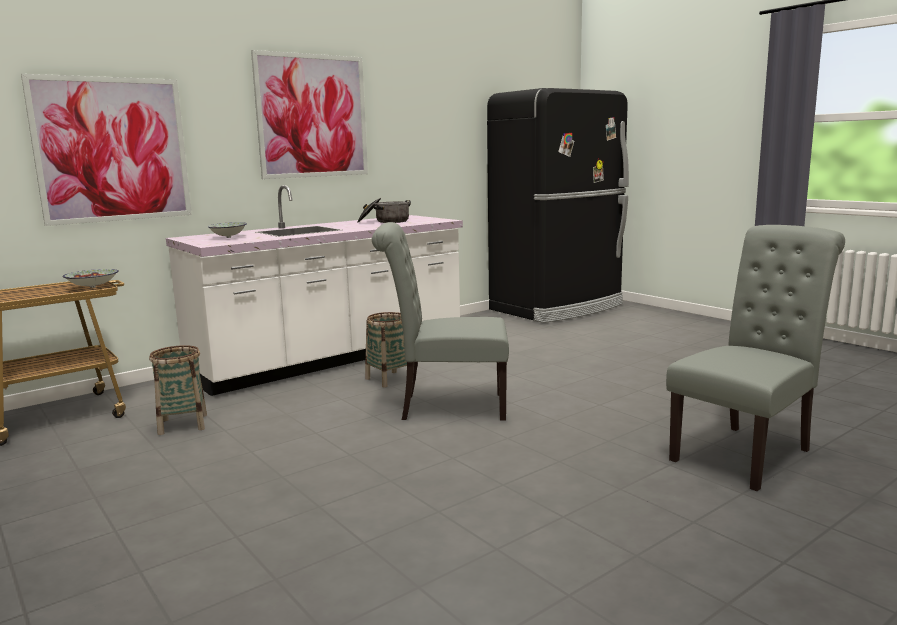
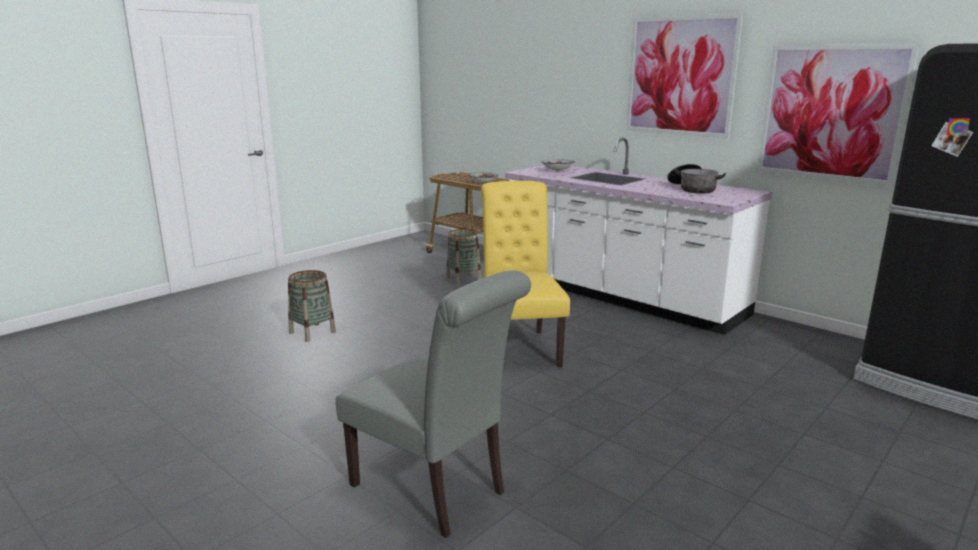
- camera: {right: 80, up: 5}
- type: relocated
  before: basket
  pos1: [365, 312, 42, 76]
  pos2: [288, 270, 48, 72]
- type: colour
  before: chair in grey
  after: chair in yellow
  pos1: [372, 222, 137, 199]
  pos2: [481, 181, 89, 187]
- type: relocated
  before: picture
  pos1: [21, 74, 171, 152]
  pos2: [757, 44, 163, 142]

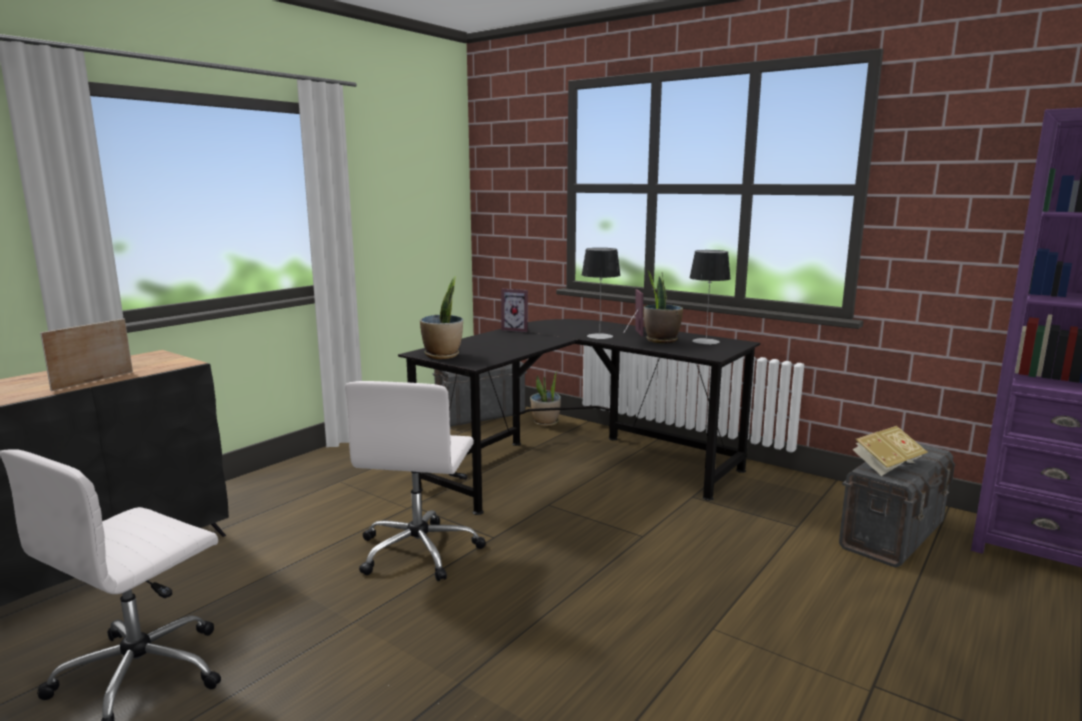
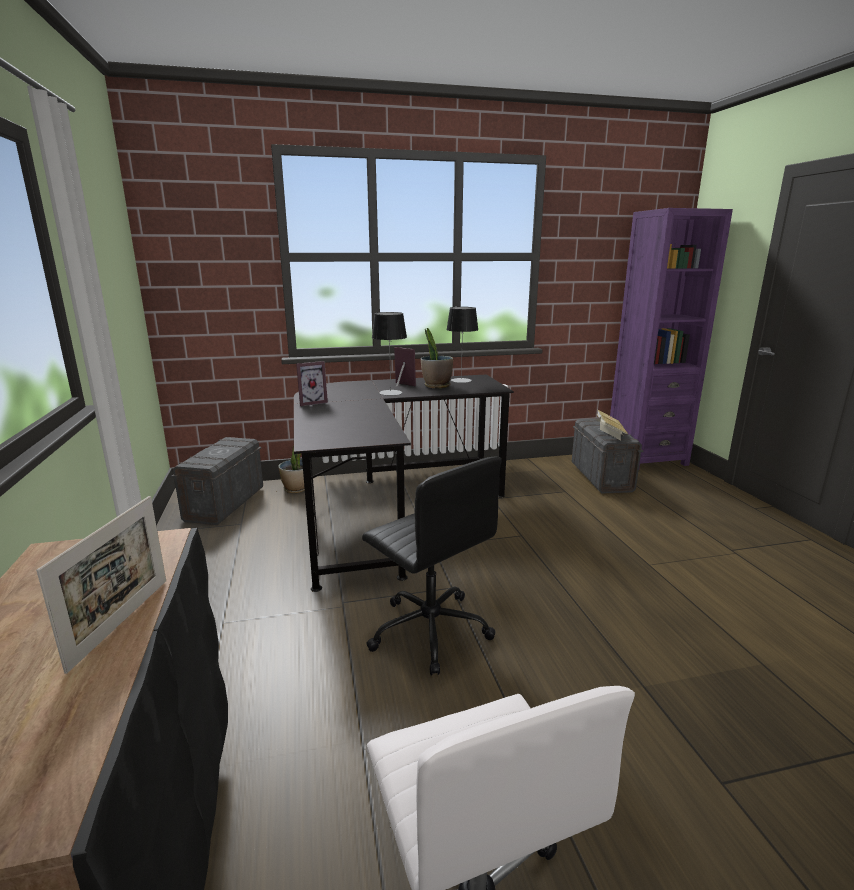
- camera: {right: -50, up: 5}
- type: spun
  before: picture frame
  pos1: [40, 318, 93, 73]
  pos2: [36, 496, 130, 178]
  turn: -150
- type: colour
  before: office chair in white
  after: office chair in black
  pos1: [345, 381, 141, 200]
  pos2: [362, 456, 140, 220]
- type: missing
  before: potted plant
  pos1: [420, 276, 43, 83]

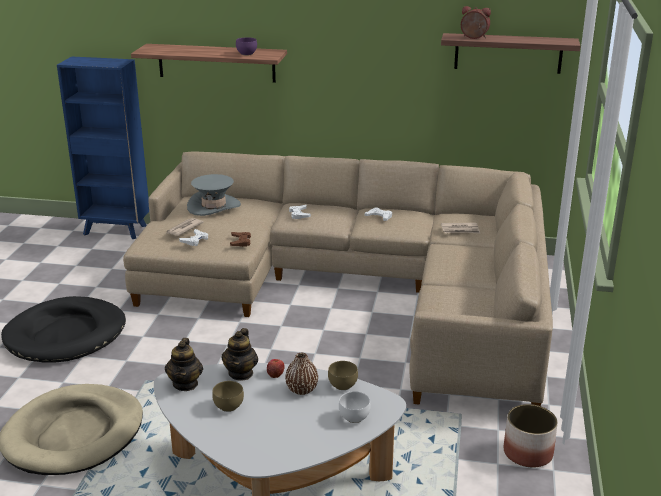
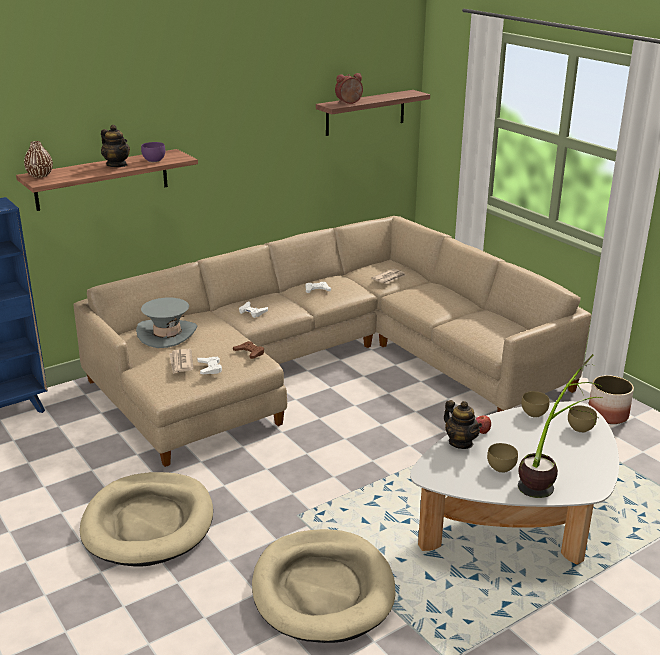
- camera: {right: -45, up: 0}
- type: relocated
  before: vase in brown
  pos1: [285, 353, 33, 42]
  pos2: [24, 141, 29, 37]
- type: colour
  before: dog bed in black
  after: dog bed in beige
  pos1: [1, 296, 125, 67]
  pos2: [80, 472, 133, 94]
- type: relocated
  before: teapot
  pos1: [165, 338, 38, 53]
  pos2: [101, 125, 29, 42]
- type: appeared
  after: potted plant
  pos2: [518, 354, 84, 144]
- type: colour
  before: bowl in white
  after: bowl in brown
  pos1: [339, 391, 32, 32]
  pos2: [568, 405, 29, 28]

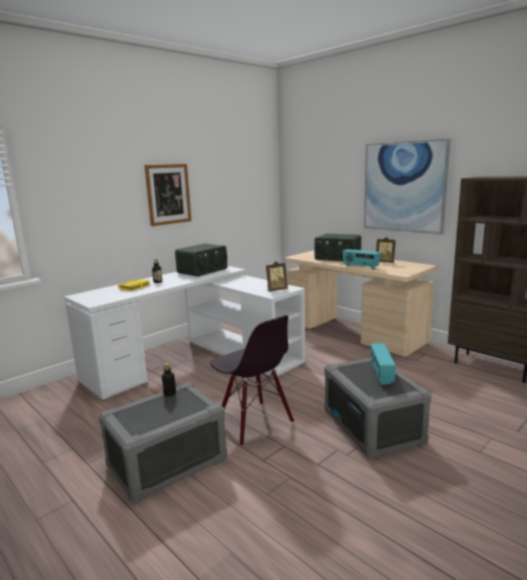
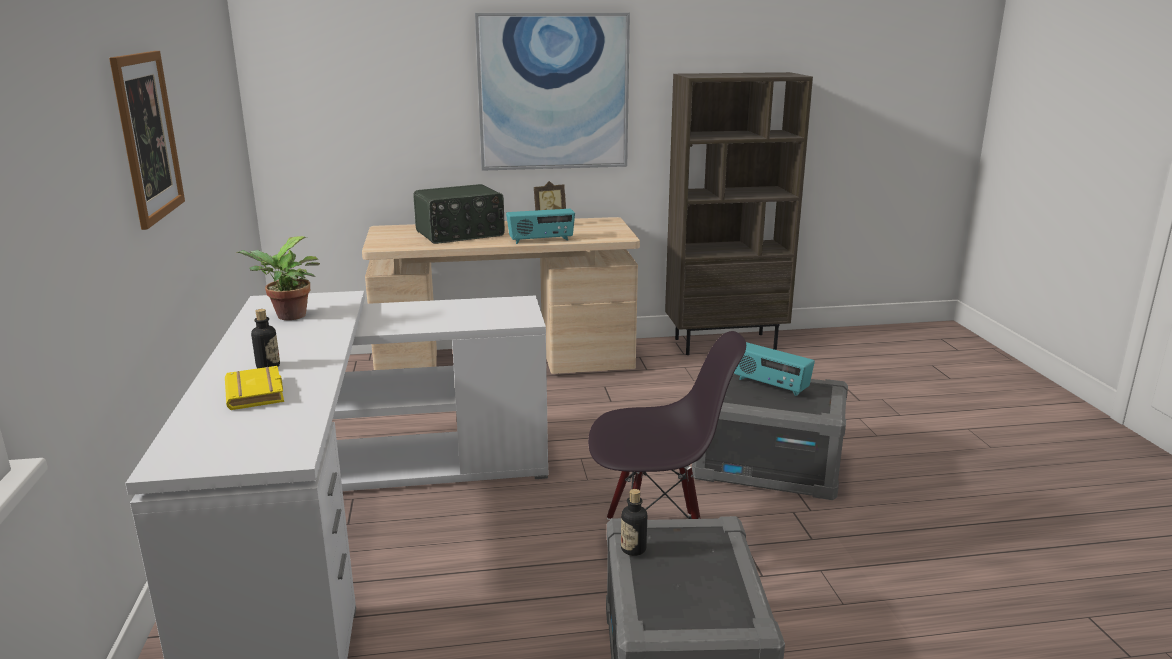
- camera: {right: -55, up: 5}
- type: exchanged
  before: radio
  after: potted plant
  pos1: [175, 243, 52, 34]
  pos2: [236, 236, 84, 84]
- type: missing
  before: picture frame
  pos1: [266, 261, 22, 31]

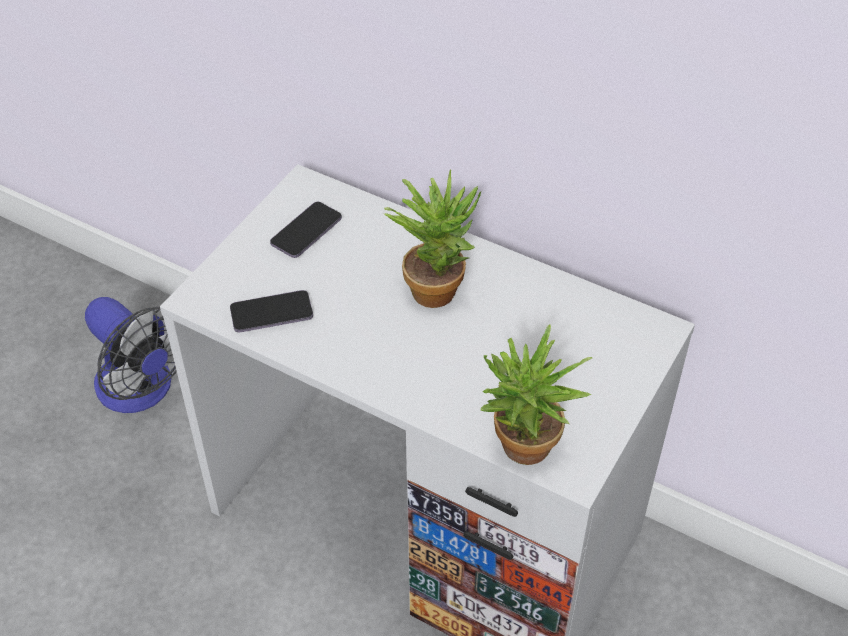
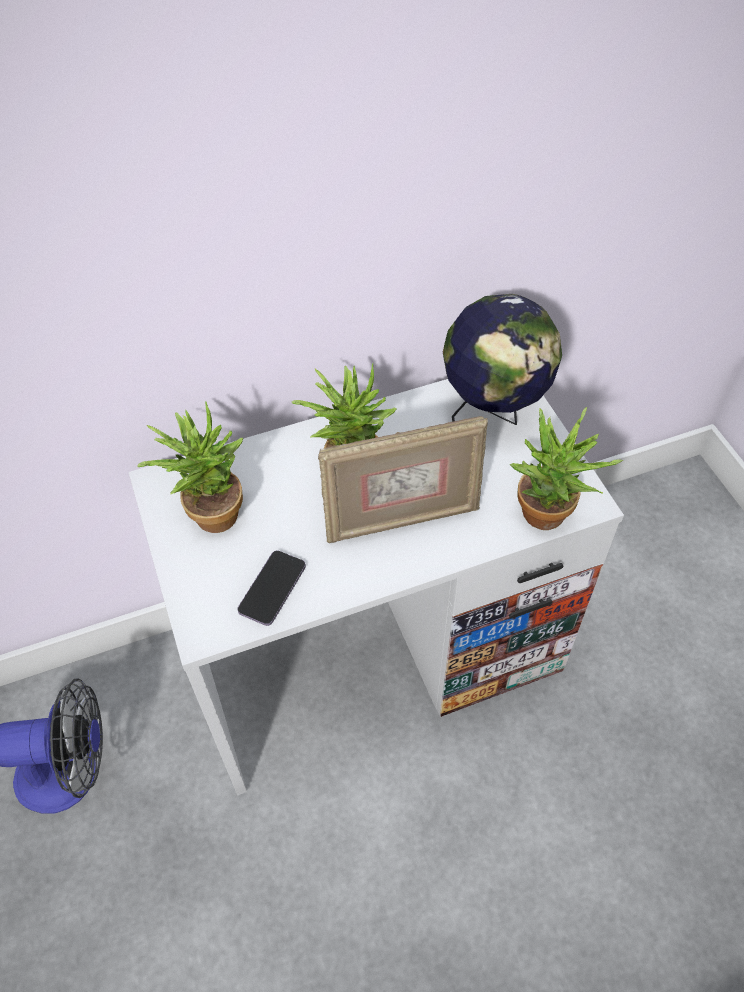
- camera: {right: -50, up: 5}
- type: exchanged
  before: phone
  after: potted plant
  pos1: [270, 202, 72, 56]
  pos2: [137, 401, 106, 132]
- type: appeared
  after: picture frame
  pos2: [318, 416, 170, 127]
- type: appeared
  after: globe
  pos2: [443, 294, 119, 131]

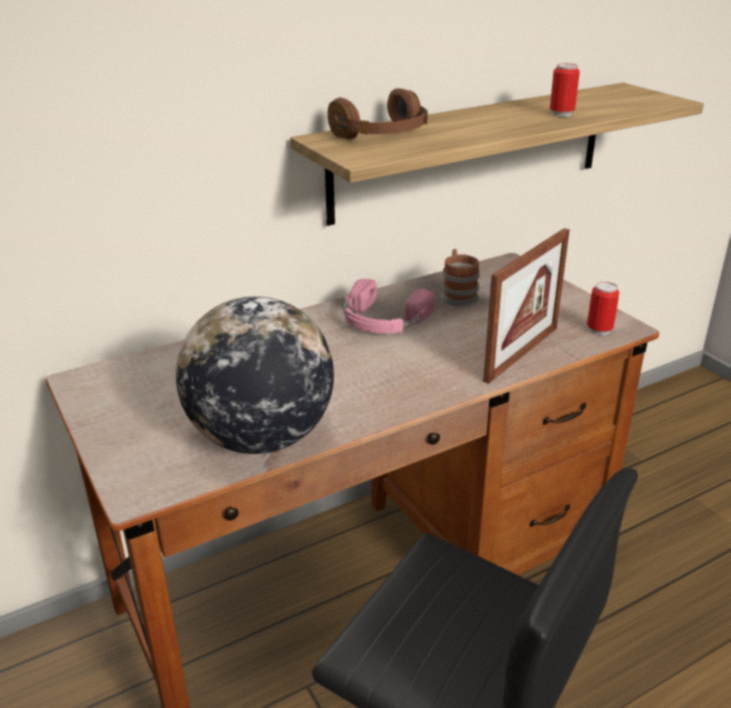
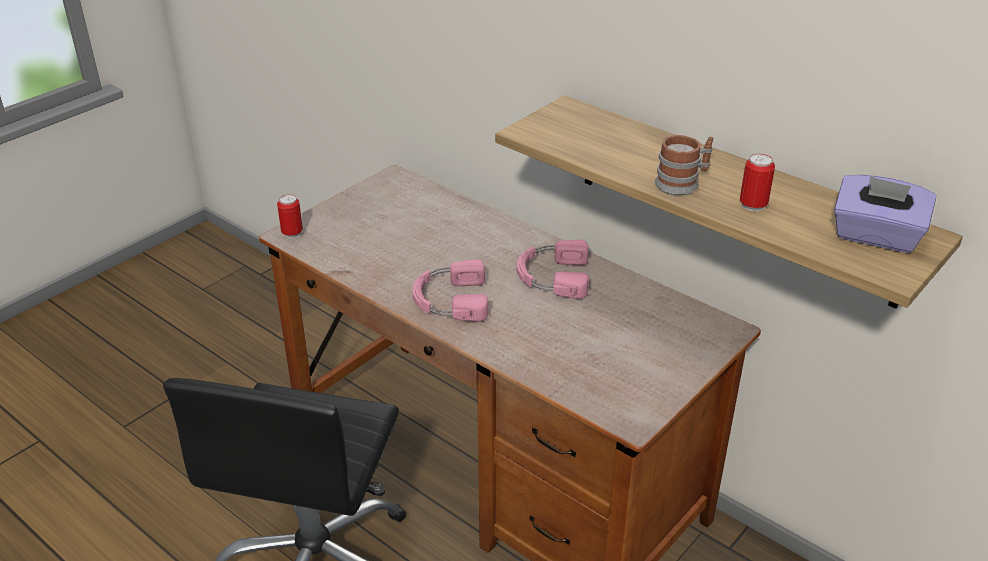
- camera: {right: 70, up: 5}
- type: relocated
  before: can
  pos1: [587, 282, 32, 53]
  pos2: [277, 194, 26, 44]
- type: appeared
  after: headphones in pink
  pos2: [412, 259, 76, 63]
- type: relocated
  before: mug
  pos1: [440, 249, 40, 58]
  pos2: [655, 135, 59, 60]
- type: appeared
  after: tissue box in purple
  pos2: [834, 174, 103, 79]
- type: missing
  before: globe
  pos1: [176, 296, 158, 158]
- type: missing
  before: headphones in brown
  pos1: [328, 88, 100, 51]
- type: missing
  before: picture frame
  pos1: [483, 228, 87, 156]

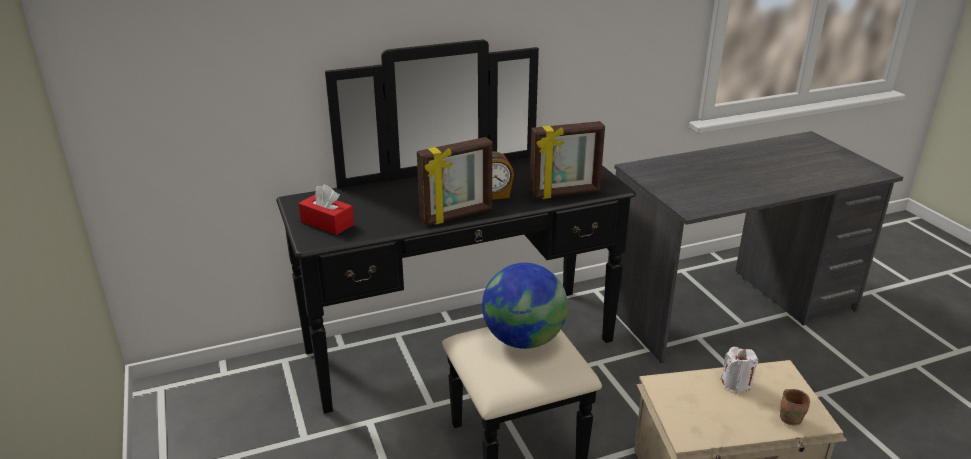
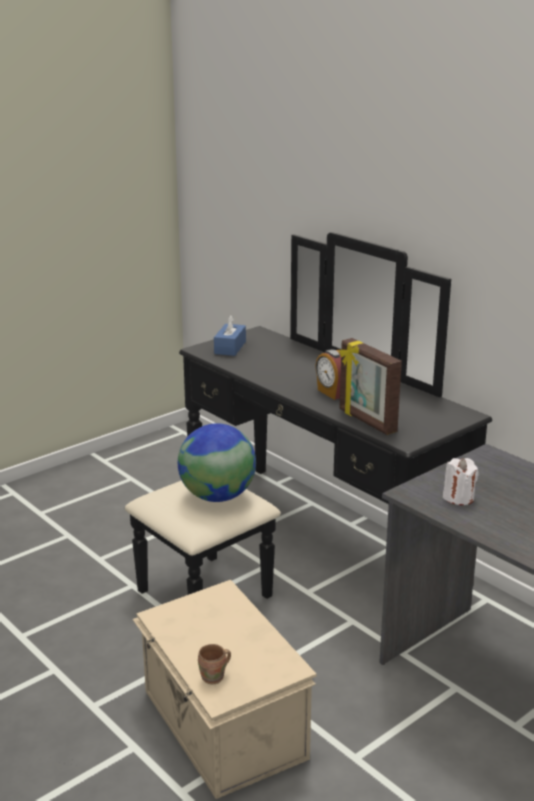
- camera: {right: 70, up: -5}
- type: colour
  before: tissue box in red
  after: tissue box in blue
  pos1: [298, 184, 56, 51]
  pos2: [214, 315, 32, 41]
- type: relocated
  before: candle in white
  pos1: [721, 347, 37, 46]
  pos2: [443, 458, 36, 47]
- type: missing
  before: picture frame
  pos1: [417, 137, 75, 89]

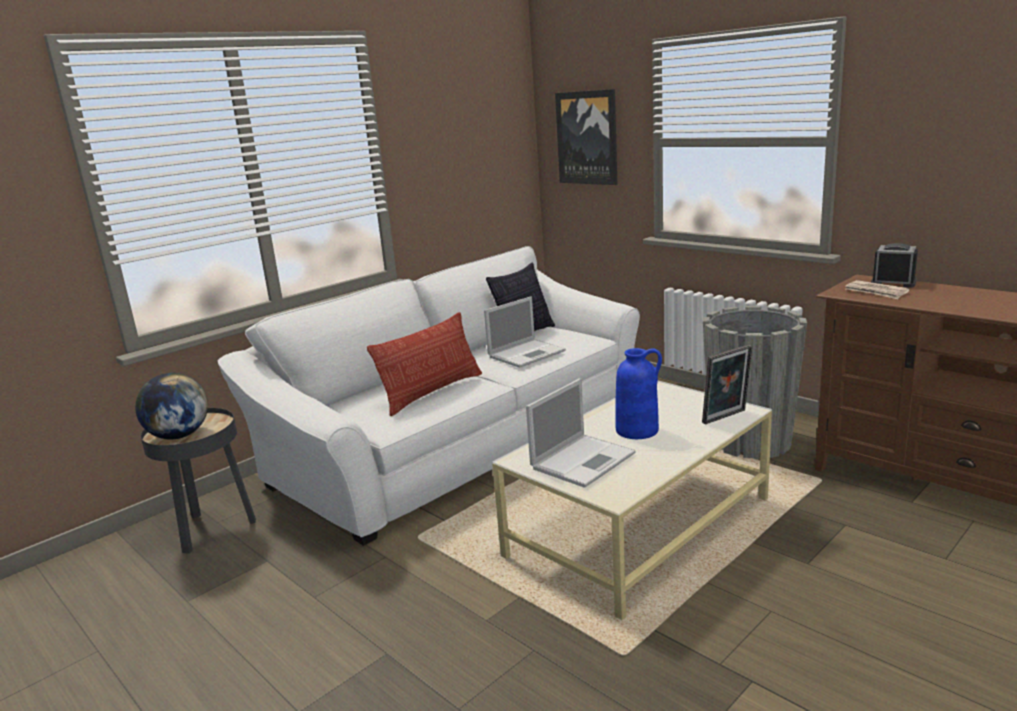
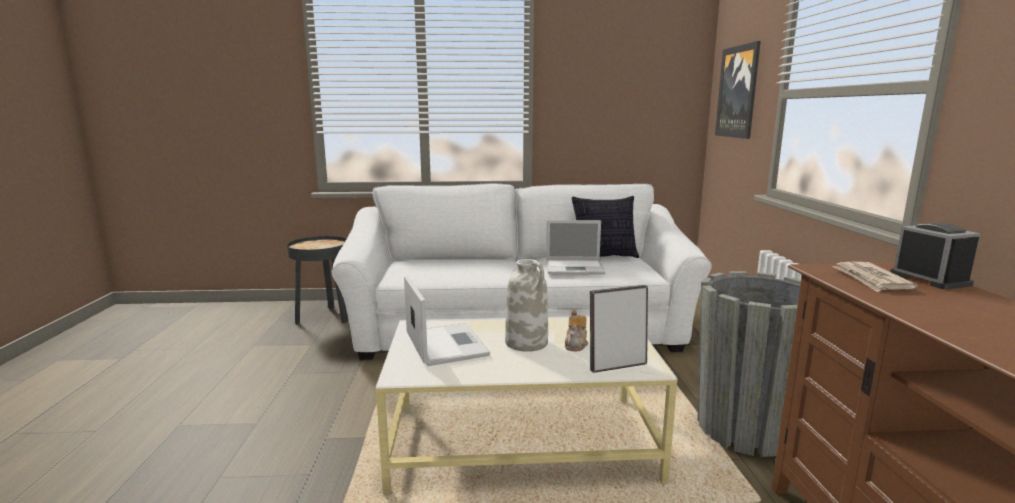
- camera: {right: 40, up: -5}
- type: spun
  before: laptop
  pos1: [526, 378, 110, 110]
  pos2: [404, 275, 86, 91]
  turn: -105
- type: colour
  before: vase in blue
  after: vase in white
  pos1: [615, 348, 47, 91]
  pos2: [505, 259, 43, 93]
- type: appeared
  after: teapot
  pos2: [565, 310, 23, 41]
- type: spun
  before: picture frame
  pos1: [702, 344, 51, 80]
  pos2: [590, 285, 58, 88]
  turn: 150
- type: missing
  before: globe
  pos1: [135, 373, 73, 66]
- type: missing
  before: pillow
  pos1: [367, 312, 115, 104]

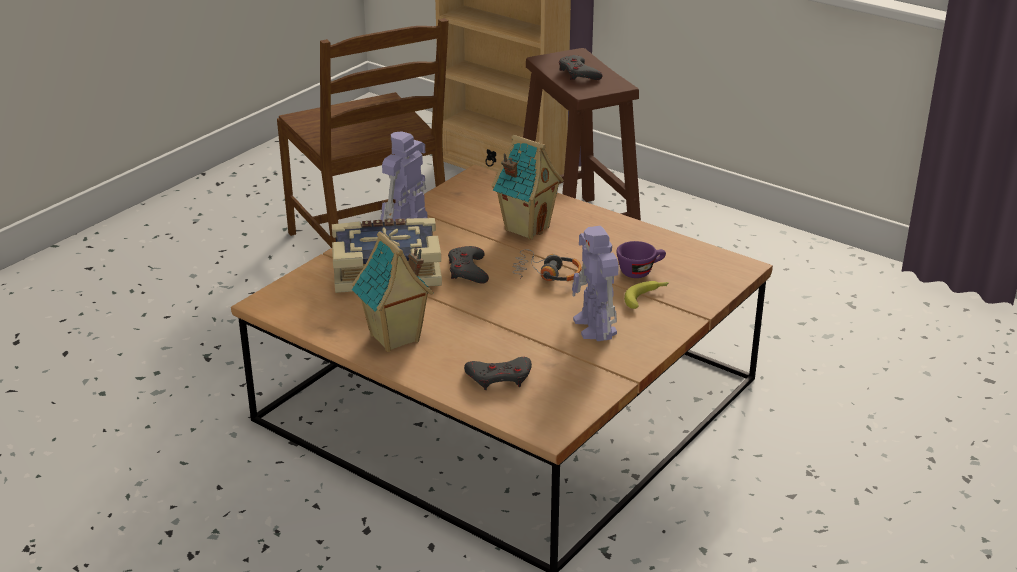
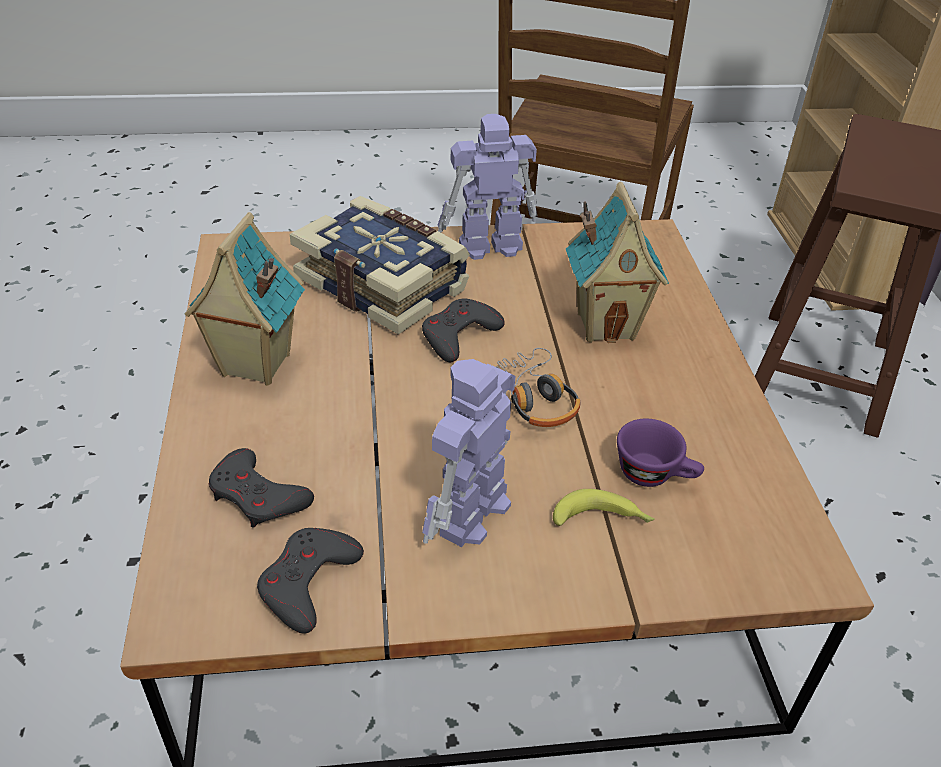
- camera: {right: 45, up: 10}
- type: relocated
  before: game controller in grey
  pos1: [559, 55, 44, 25]
  pos2: [257, 528, 107, 106]

